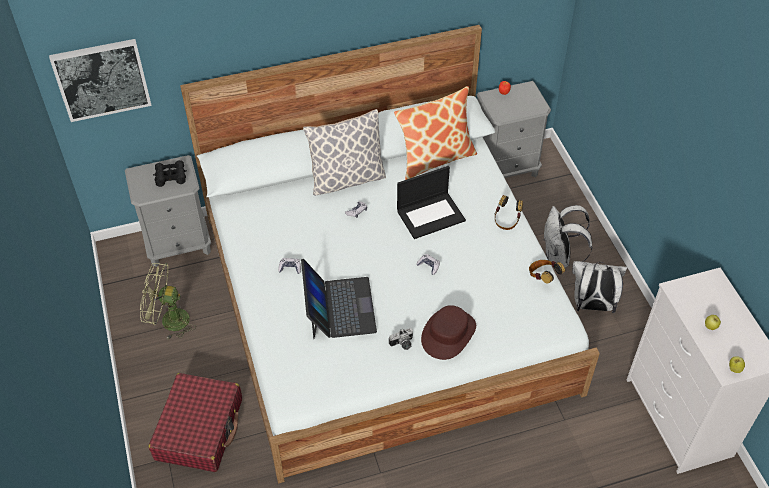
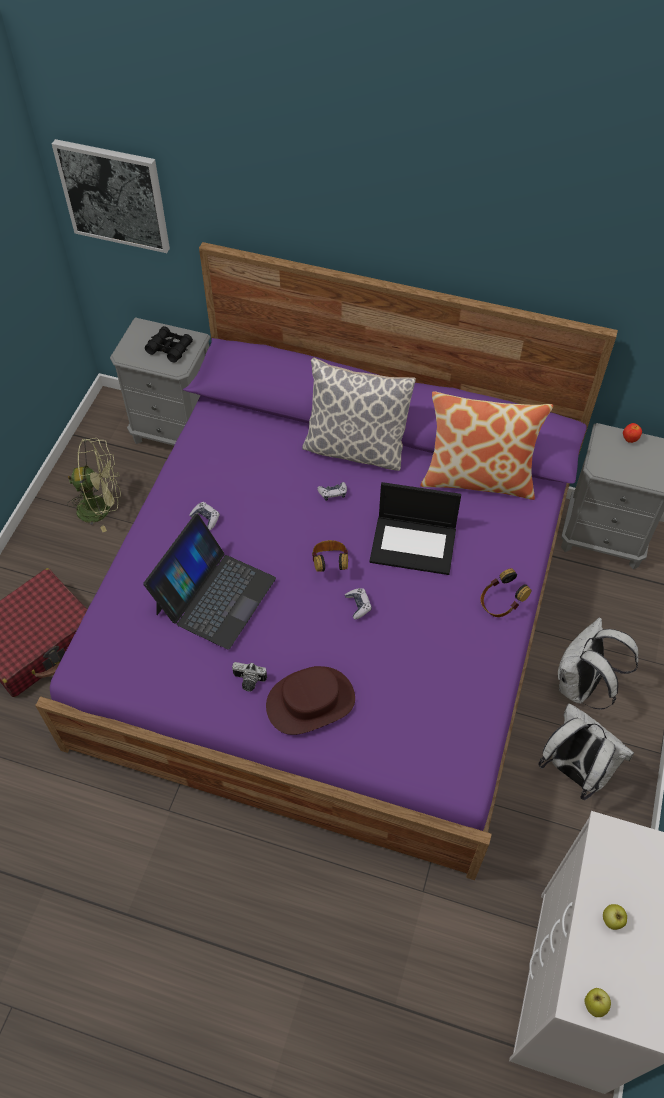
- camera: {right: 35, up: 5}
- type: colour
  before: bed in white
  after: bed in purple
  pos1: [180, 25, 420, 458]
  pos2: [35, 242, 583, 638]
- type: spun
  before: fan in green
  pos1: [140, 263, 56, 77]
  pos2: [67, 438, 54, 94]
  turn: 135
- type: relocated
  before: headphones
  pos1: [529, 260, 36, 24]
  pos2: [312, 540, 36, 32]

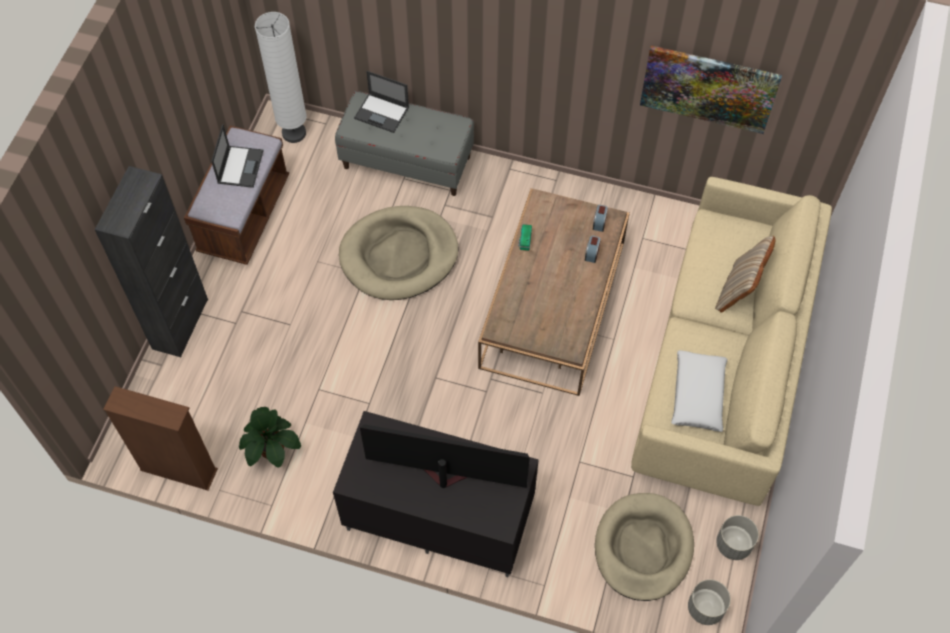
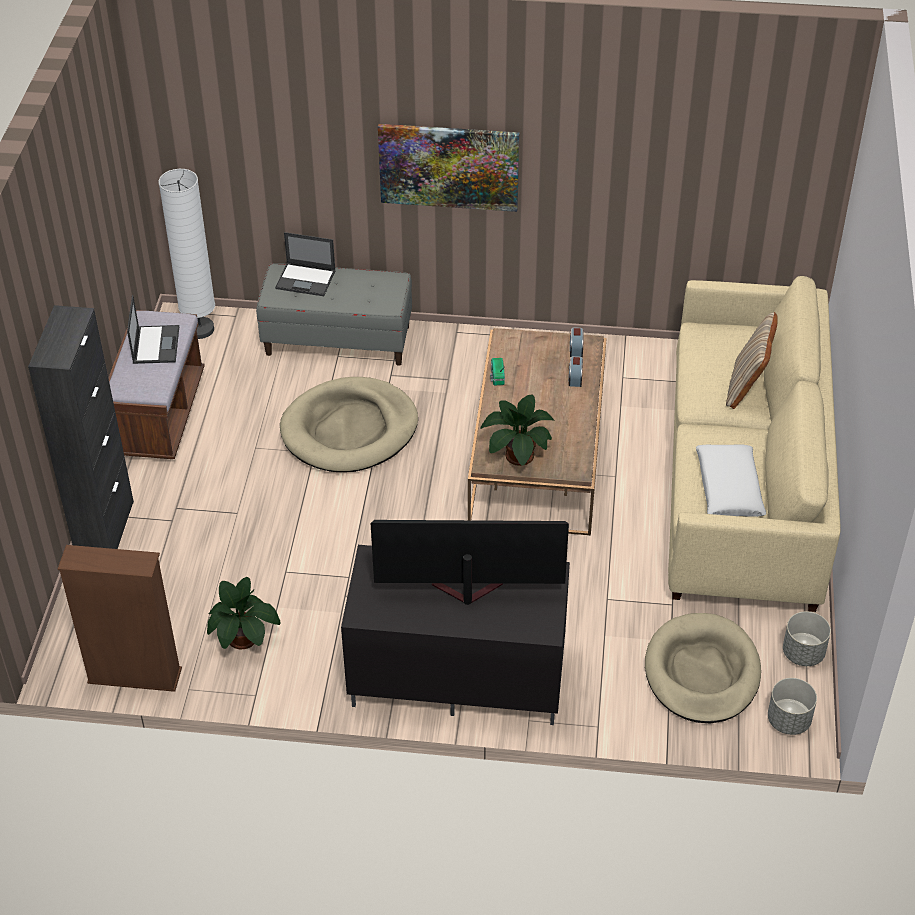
- camera: {right: -10, up: -15}
- type: relocated
  before: picture
  pos1: [640, 45, 142, 89]
  pos2: [378, 124, 141, 88]
- type: appeared
  after: potted plant
  pos2: [480, 394, 74, 72]

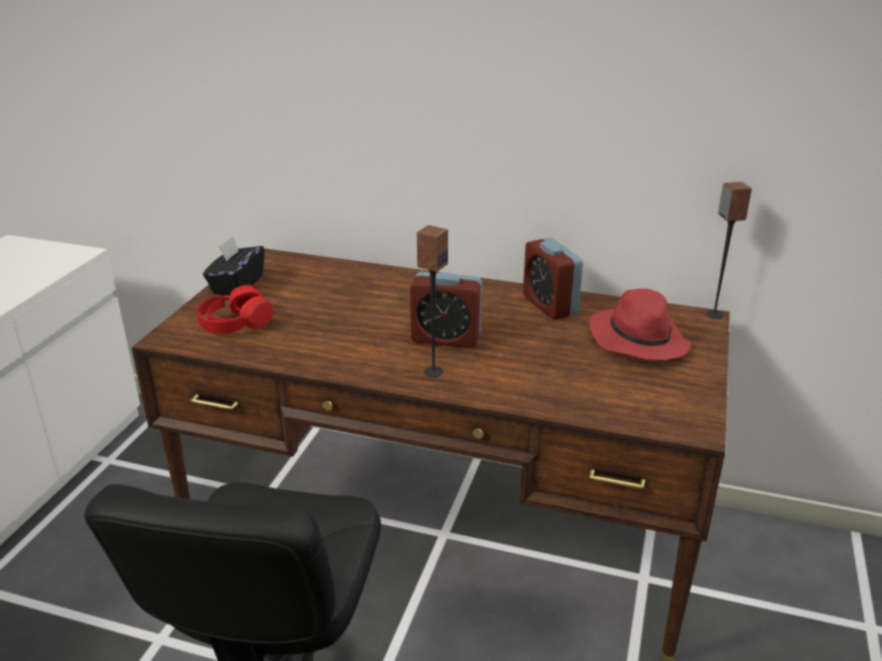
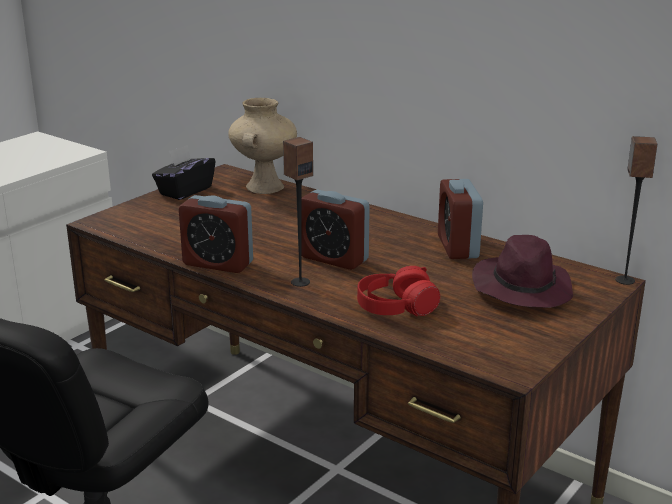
- camera: {right: 20, up: -5}
- type: appeared
  after: alarm clock
  pos2: [179, 195, 74, 78]
- type: appeared
  after: vase in beige
  pos2: [228, 98, 69, 96]
- type: relocated
  before: headphones in red
  pos1: [197, 285, 77, 49]
  pos2: [357, 266, 83, 50]
- type: colour
  before: hat in red
  after: hat in purple
  pos1: [589, 288, 101, 72]
  pos2: [472, 235, 101, 73]

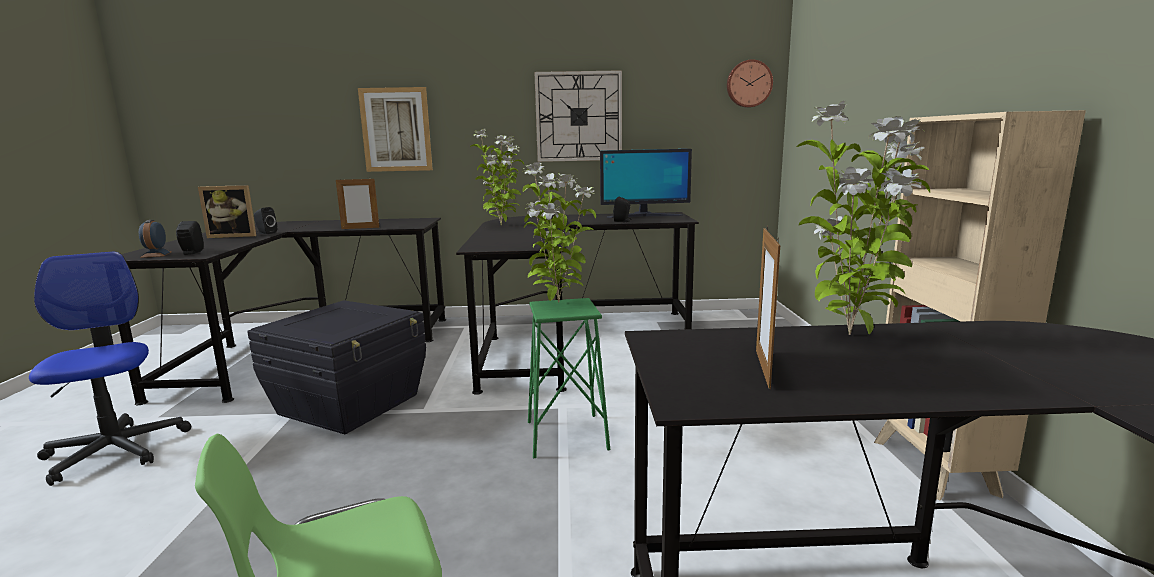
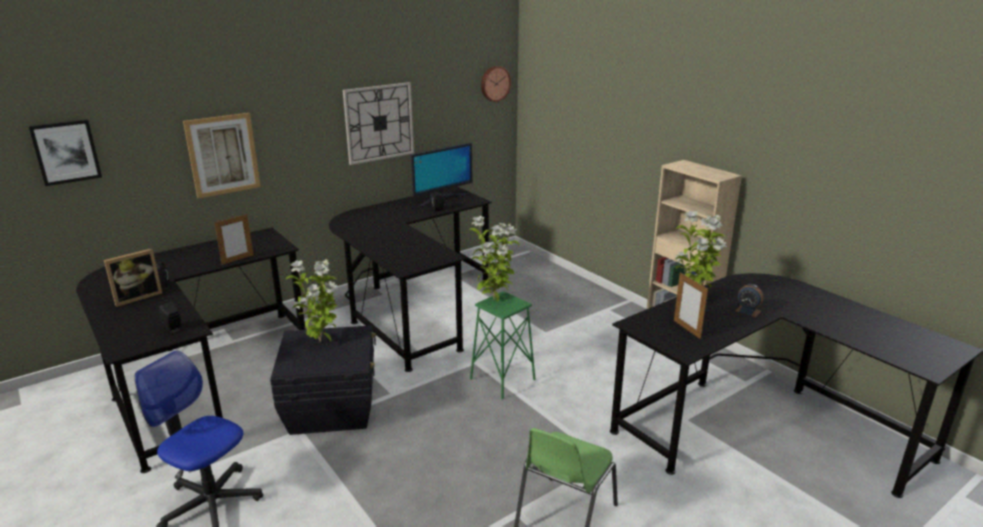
- camera: {right: -35, up: 10}
- type: appeared
  after: picture
  pos2: [28, 119, 74, 67]
- type: relocated
  before: potted plant
  pos1: [470, 128, 54, 97]
  pos2: [285, 259, 53, 84]
- type: relocated
  before: alarm clock
  pos1: [139, 220, 32, 38]
  pos2: [735, 284, 29, 33]

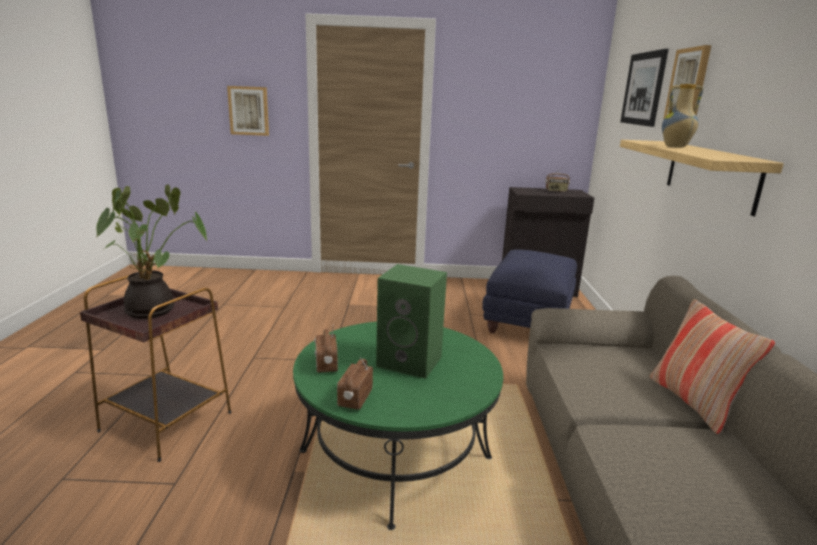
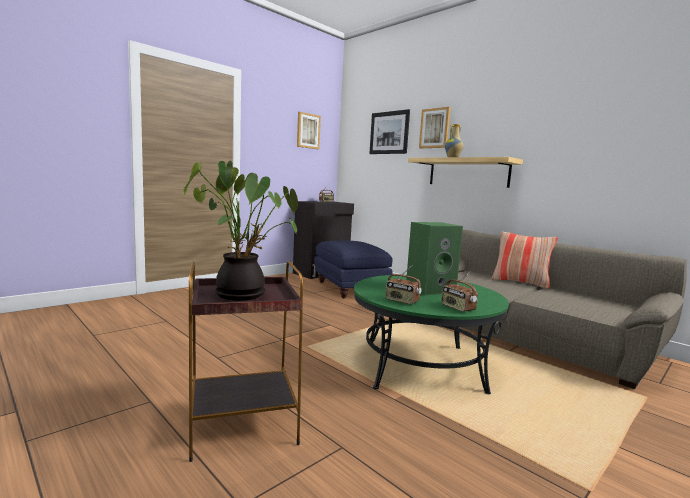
- camera: {right: -45, up: -10}
- type: relocated
  before: picture
  pos1: [227, 86, 42, 50]
  pos2: [297, 112, 24, 37]

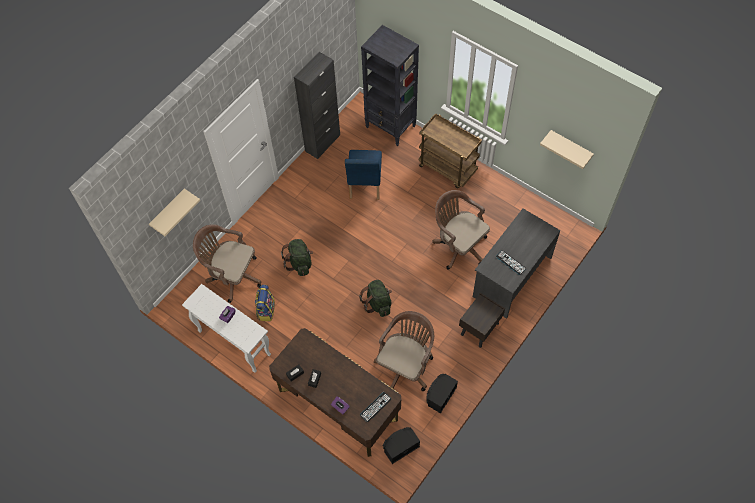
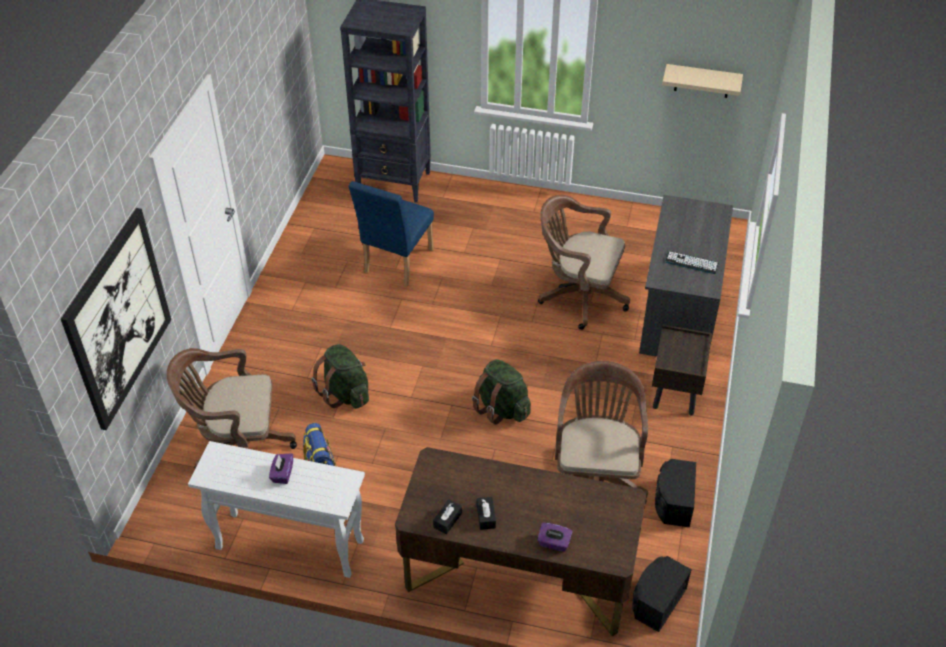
- camera: {right: -25, up: -15}
- type: exchanged
  before: shelf in beige
  after: picture
  pos1: [149, 188, 51, 48]
  pos2: [61, 208, 110, 222]
- type: spun
  before: chair in blue
  pos1: [345, 150, 37, 50]
  pos2: [348, 181, 86, 106]
  turn: 45
- type: missing
  before: cabinet in black
  pos1: [294, 52, 46, 107]
- type: missing
  before: keyboard
  pos1: [360, 392, 31, 30]
- type: missing
  before: cart in brown
  pos1: [419, 113, 63, 76]

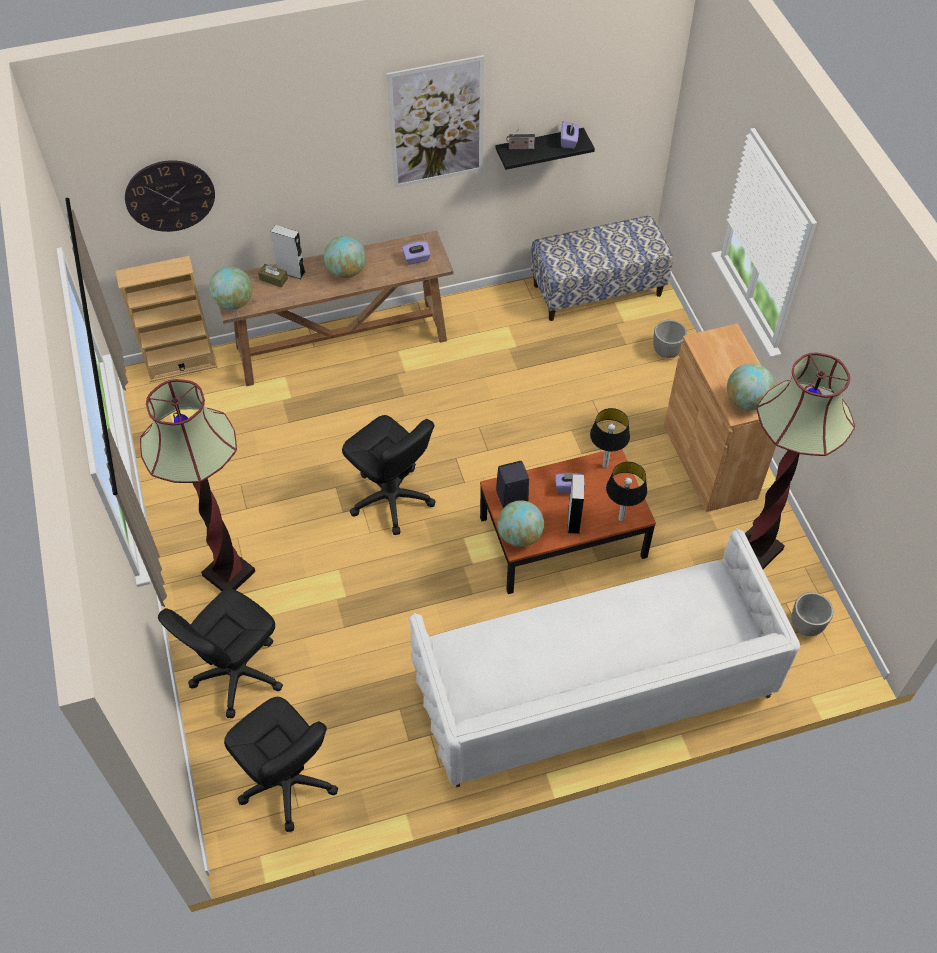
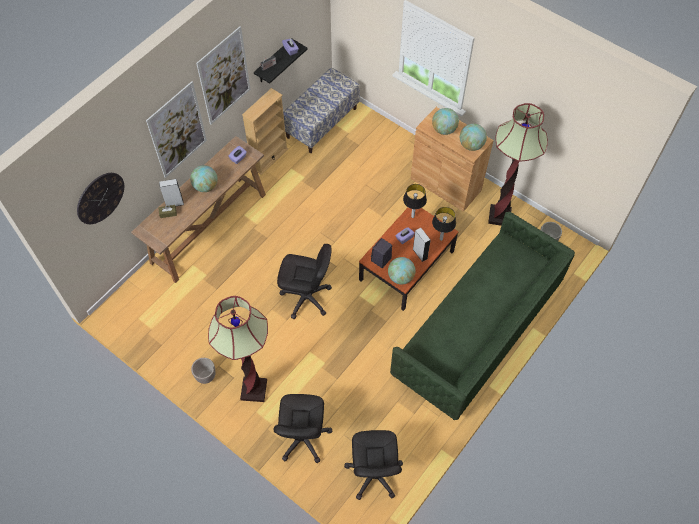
- camera: {right: -35, up: 5}
- type: appeared
  after: picture
  pos2: [146, 81, 61, 97]
- type: relocated
  before: planter
  pos1: [653, 320, 34, 38]
  pos2: [191, 358, 24, 26]
- type: relocated
  before: bookcase in beige
  pos1: [116, 256, 102, 126]
  pos2: [242, 88, 46, 87]
- type: spun
  before: office chair in black
  pos1: [224, 697, 114, 135]
  pos2: [344, 430, 59, 70]
  turn: 75
- type: colour
  before: sofa in white
  after: sofa in green
  pos1: [410, 528, 390, 259]
  pos2: [390, 212, 185, 209]
- type: relocated
  before: globe
  pos1: [209, 267, 44, 43]
  pos2: [432, 108, 27, 27]

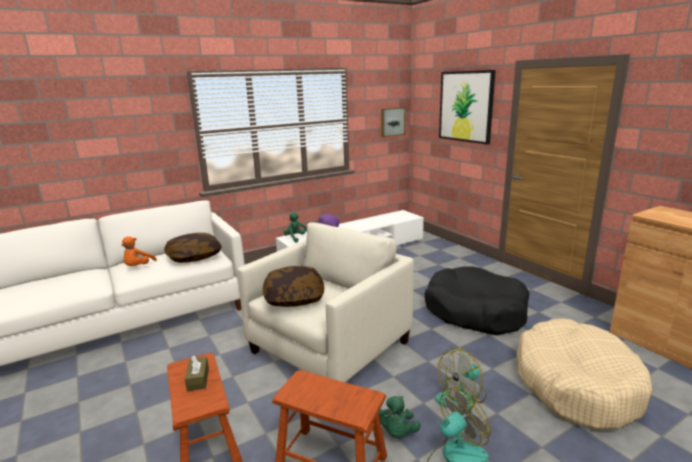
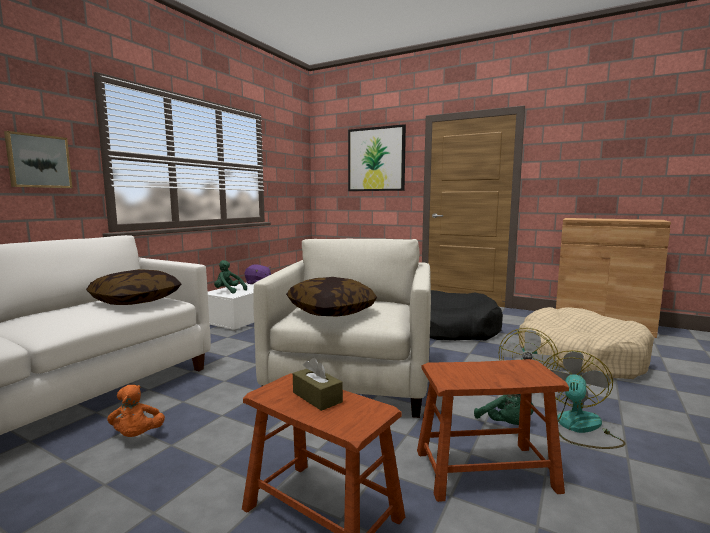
- camera: {right: -30, up: -10}
- type: relocated
  before: picture
  pos1: [381, 107, 24, 30]
  pos2: [4, 131, 69, 57]
- type: relocated
  before: plush toy in orange
  pos1: [122, 236, 35, 30]
  pos2: [107, 385, 58, 52]

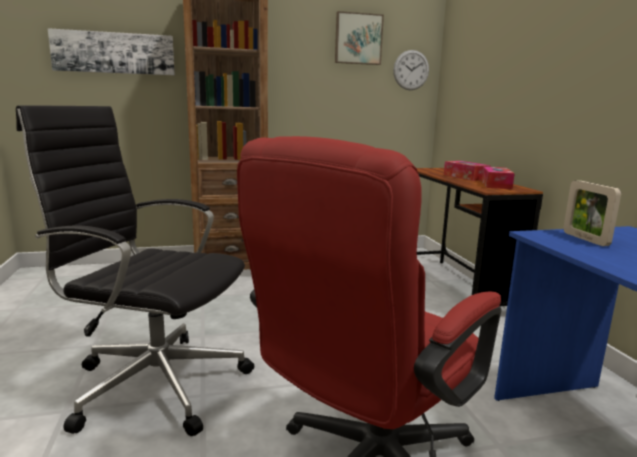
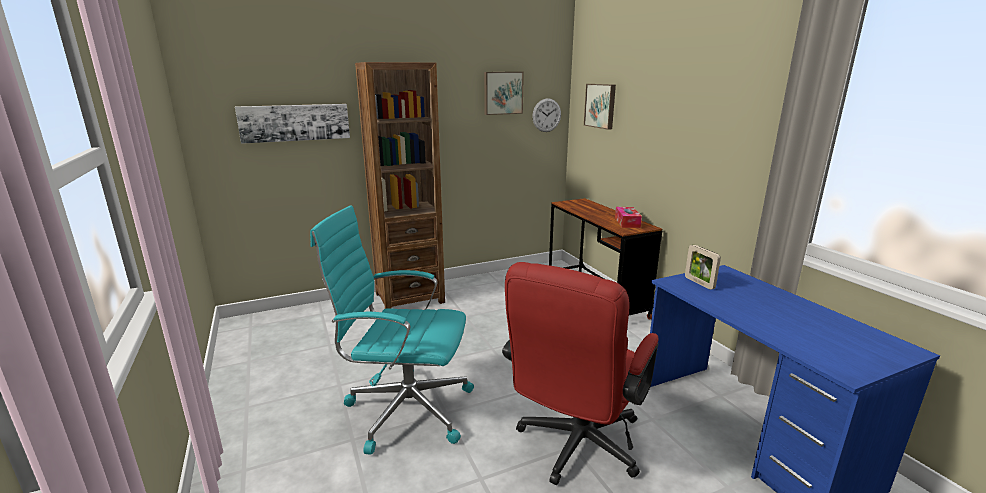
- camera: {right: -10, up: 5}
- type: colour
  before: office chair in black
  after: office chair in turquoise
  pos1: [16, 105, 238, 331]
  pos2: [310, 205, 164, 250]
- type: appeared
  after: picture
  pos2: [584, 84, 32, 46]
- type: missing
  before: tissue box
  pos1: [444, 161, 47, 20]

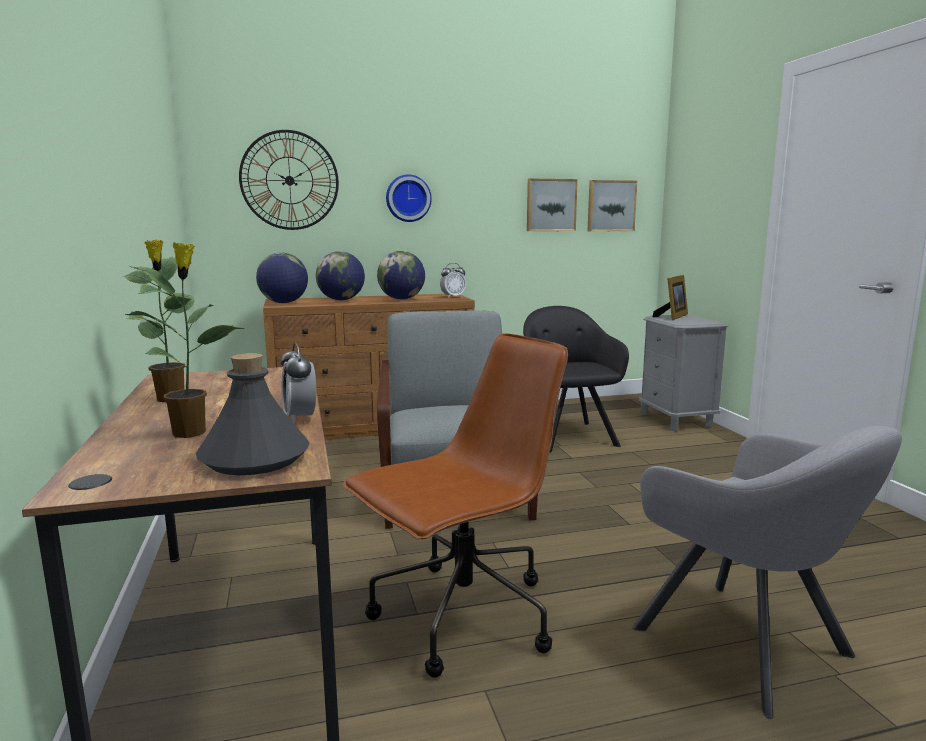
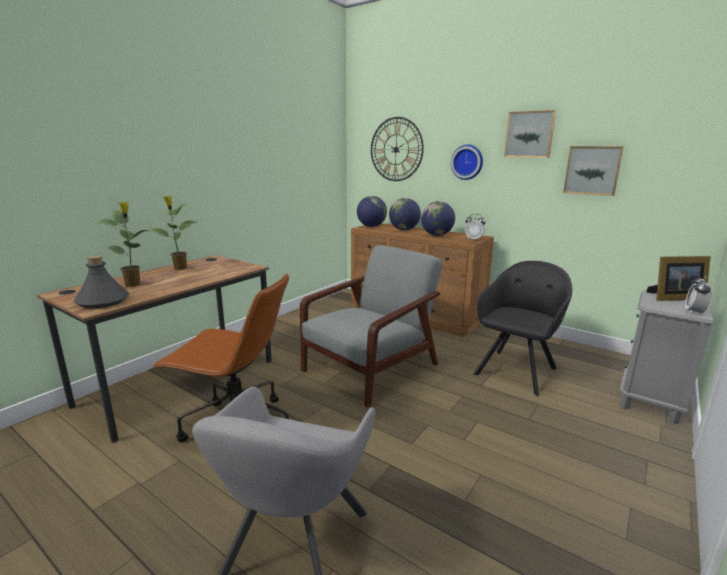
- camera: {right: 50, up: 5}
- type: relocated
  before: picture
  pos1: [587, 180, 50, 52]
  pos2: [504, 110, 52, 48]
- type: relocated
  before: alarm clock
  pos1: [281, 343, 35, 80]
  pos2: [685, 275, 27, 39]

